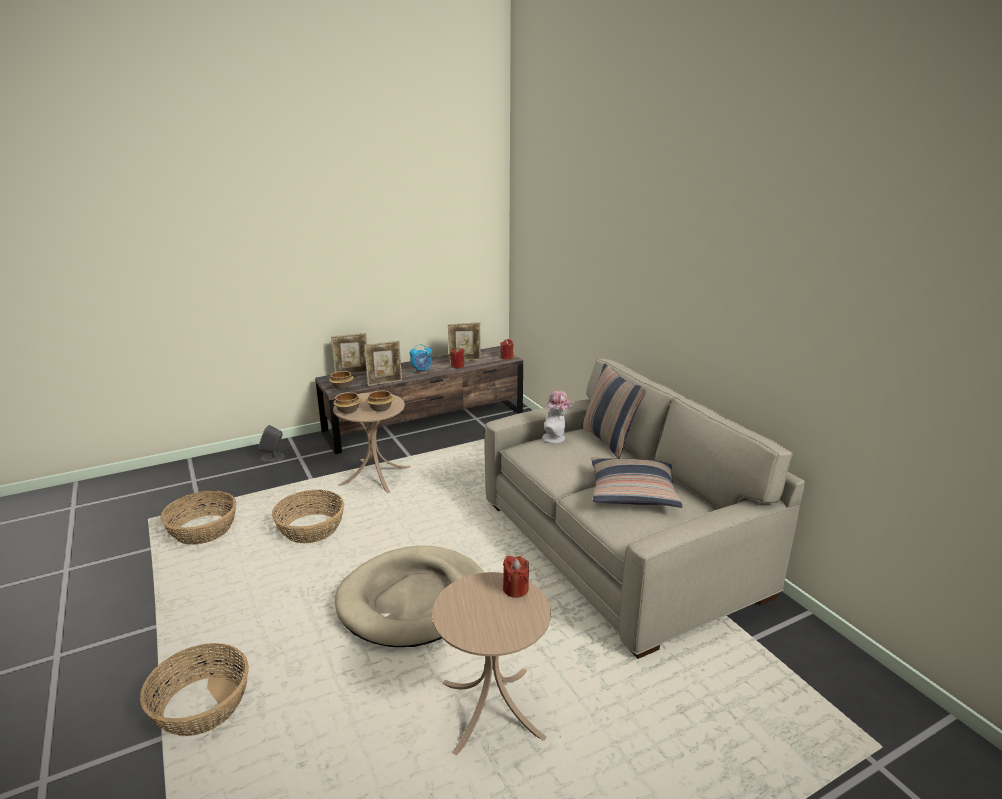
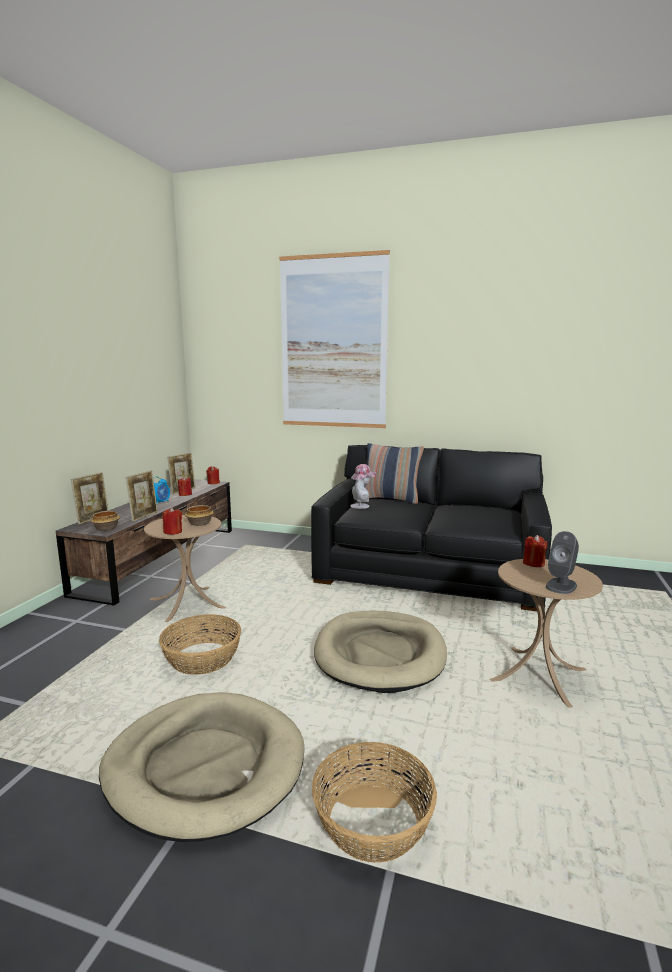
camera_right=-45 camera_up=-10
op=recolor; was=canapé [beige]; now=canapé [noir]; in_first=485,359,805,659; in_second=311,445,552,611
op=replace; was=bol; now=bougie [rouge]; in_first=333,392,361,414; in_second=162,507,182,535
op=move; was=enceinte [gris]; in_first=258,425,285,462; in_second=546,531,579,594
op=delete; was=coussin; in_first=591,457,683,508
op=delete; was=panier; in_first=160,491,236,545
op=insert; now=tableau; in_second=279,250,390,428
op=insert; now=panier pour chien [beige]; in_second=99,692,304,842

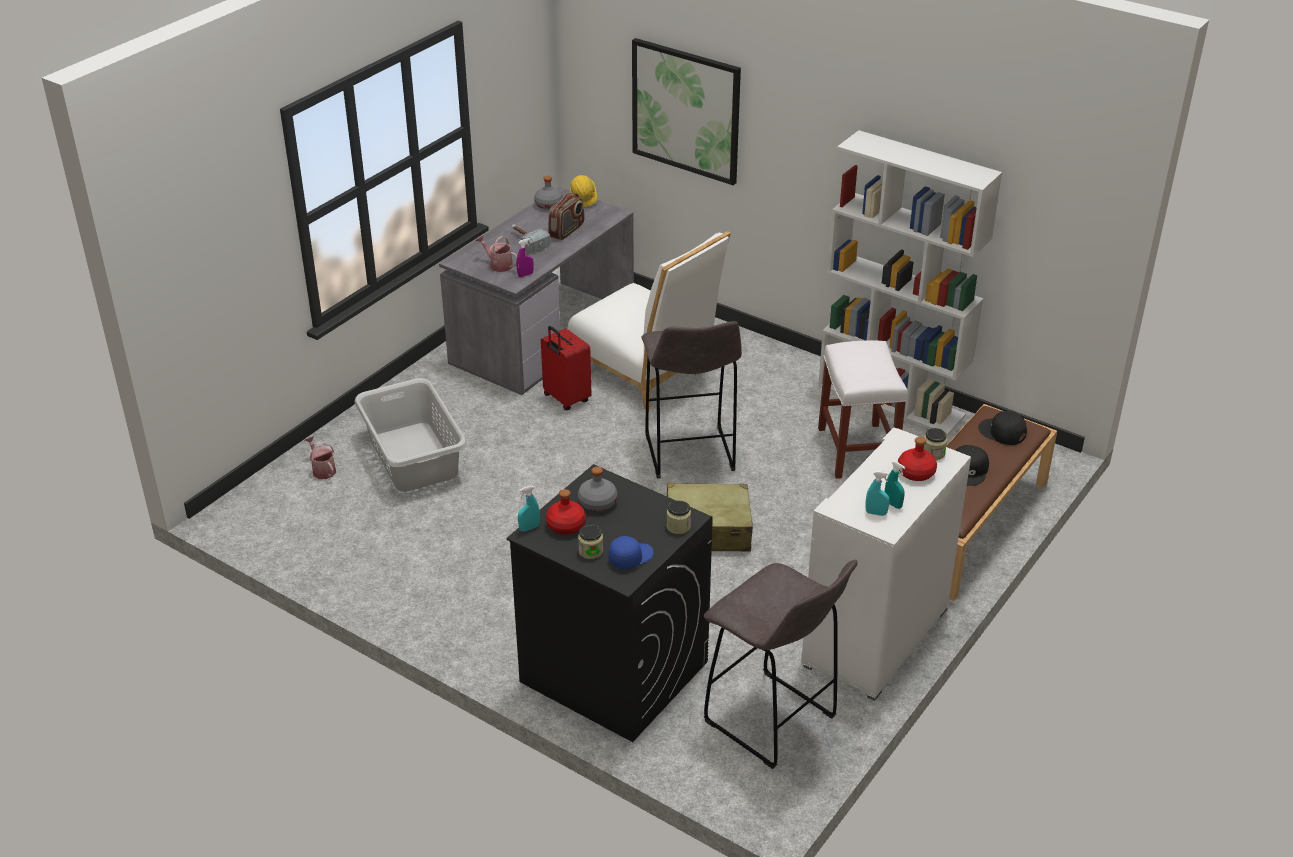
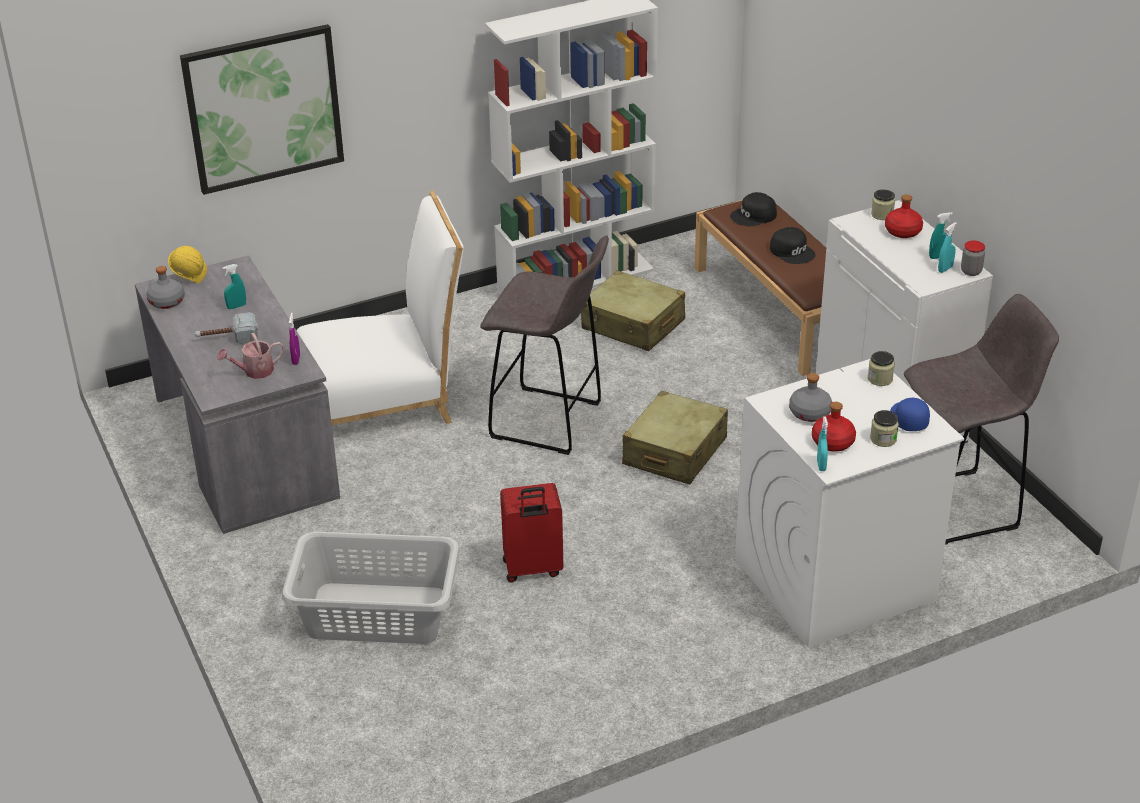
camera_right=-60 camera_up=0
op=replace; was=radio; now=vaporisateur [turquoise]; in_first=548,193,585,240; in_second=223,264,246,309
op=move; was=valise [rouge]; in_first=541,326,591,410; in_second=500,483,563,582
op=replace; was=tabouret [blanc]; now=valise [beige]; in_first=818,340,908,479; in_second=581,270,685,351
op=delete; was=arrosoir; in_first=305,436,336,479
op=recolor; was=lave-linge [noir]; now=lave-linge [blanc]; in_first=507,464,713,742; in_second=735,359,964,648
op=insert; now=bocal; in_second=961,240,985,276

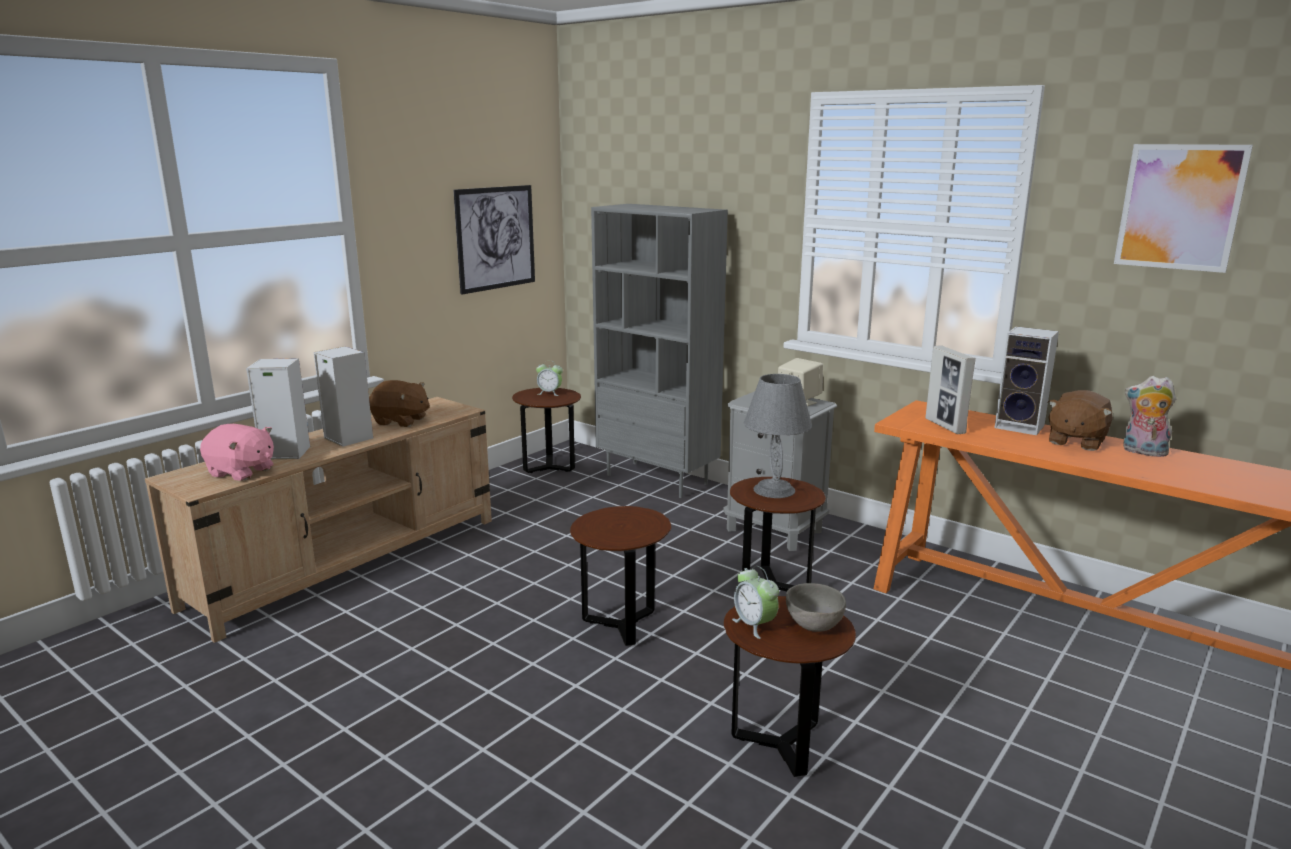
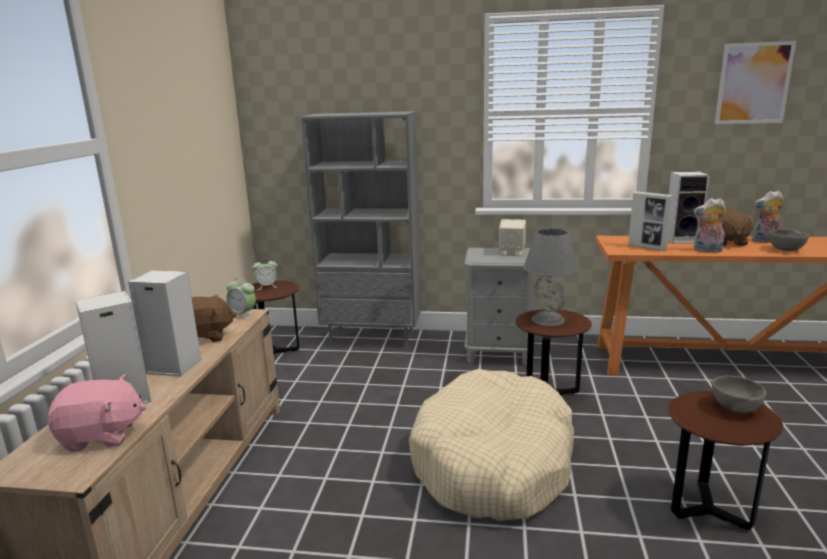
camera_right=-30 camera_up=0
op=delete; was=tableau; in_first=454,185,535,294
op=replace; was=table d'appoint [marron]; now=panier pour chien [beige]; in_first=570,506,671,646; in_second=409,369,574,521
op=move; was=réveil; in_first=732,566,779,639; in_second=226,277,256,319
op=insert; now=peluche; in_second=693,198,726,252
op=insert; now=bol [gris]; in_second=769,230,809,251

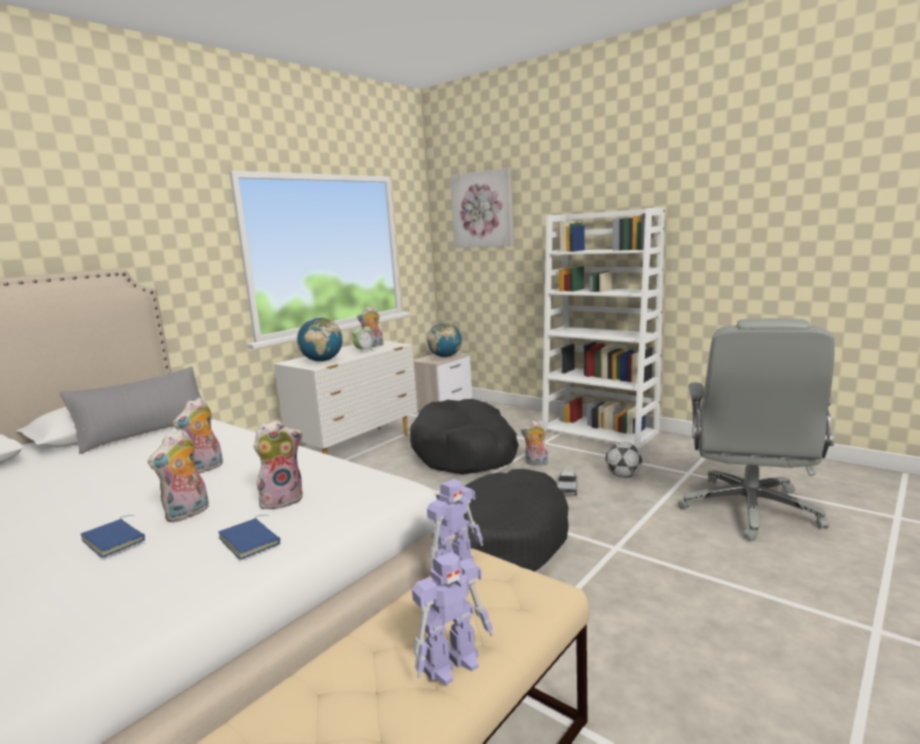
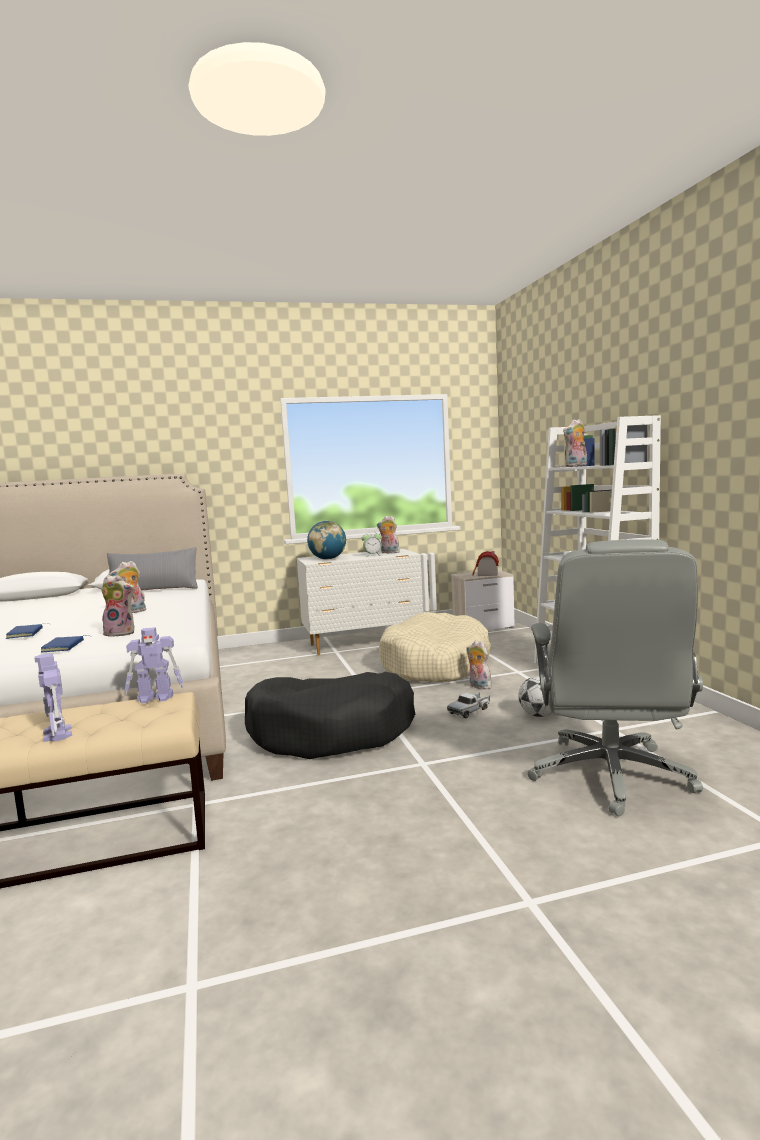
camera_right=35 camera_up=-5
op=delete; was=tableau; in_first=450,168,514,248
op=rotate; was=chaise de bureau [gris]; in_first=678,318,835,541; in_second=527,539,703,816; clockwise=-45
op=replace; was=globe; now=maison miniature; in_first=427,323,462,357; in_second=472,551,499,576
op=recolor; was=panier pour chien [noir]; now=panier pour chien [beige]; in_first=410,399,519,474; in_second=379,612,491,682
op=move; was=peluche; in_first=148,429,209,523; in_second=563,419,587,467
op=rotate; was=robot jouet; in_first=412,552,493,685; in_second=34,653,72,742; clockwise=60

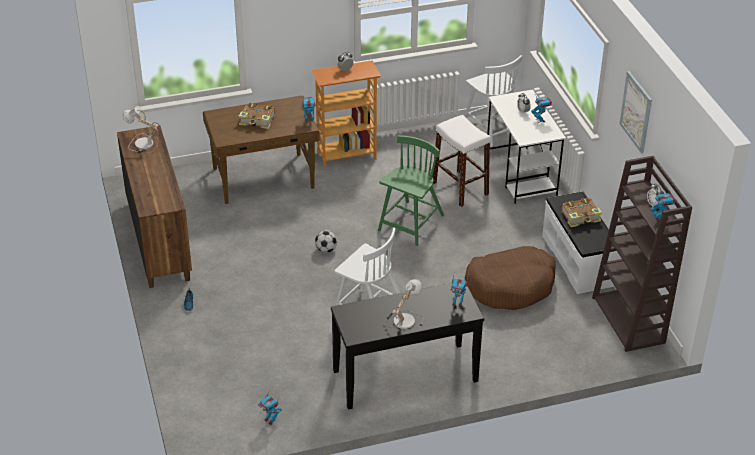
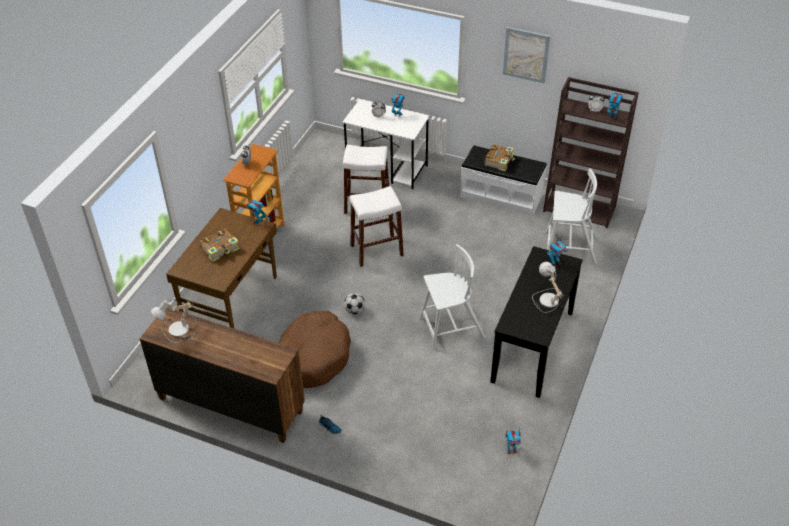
camera_right=-50 camera_up=5
op=move; was=chaise [blanc]; in_first=465,55,522,147; in_second=546,169,597,264
op=replace; was=chaise [vert]; now=tabouret [blanc]; in_first=378,135,444,246; in_second=350,186,404,267
op=move; was=panier pour chien [marron]; in_first=465,246,556,310; in_second=279,311,351,388

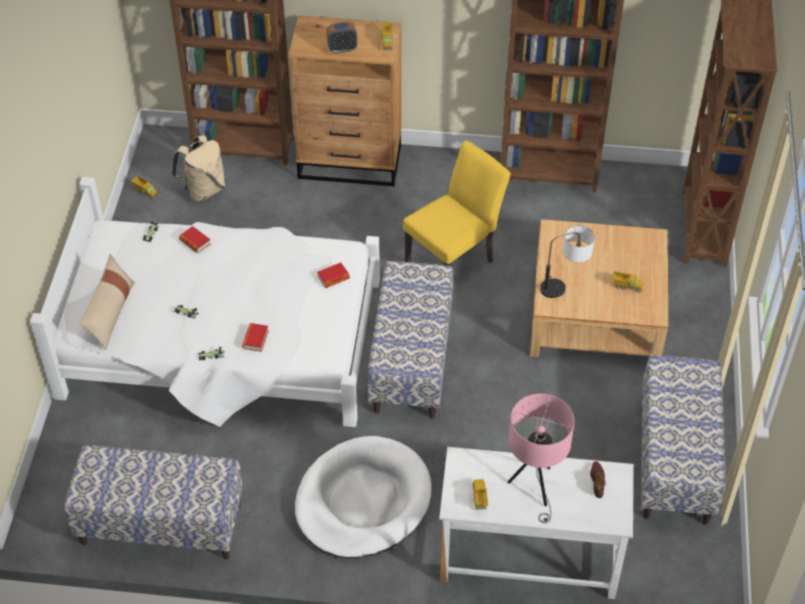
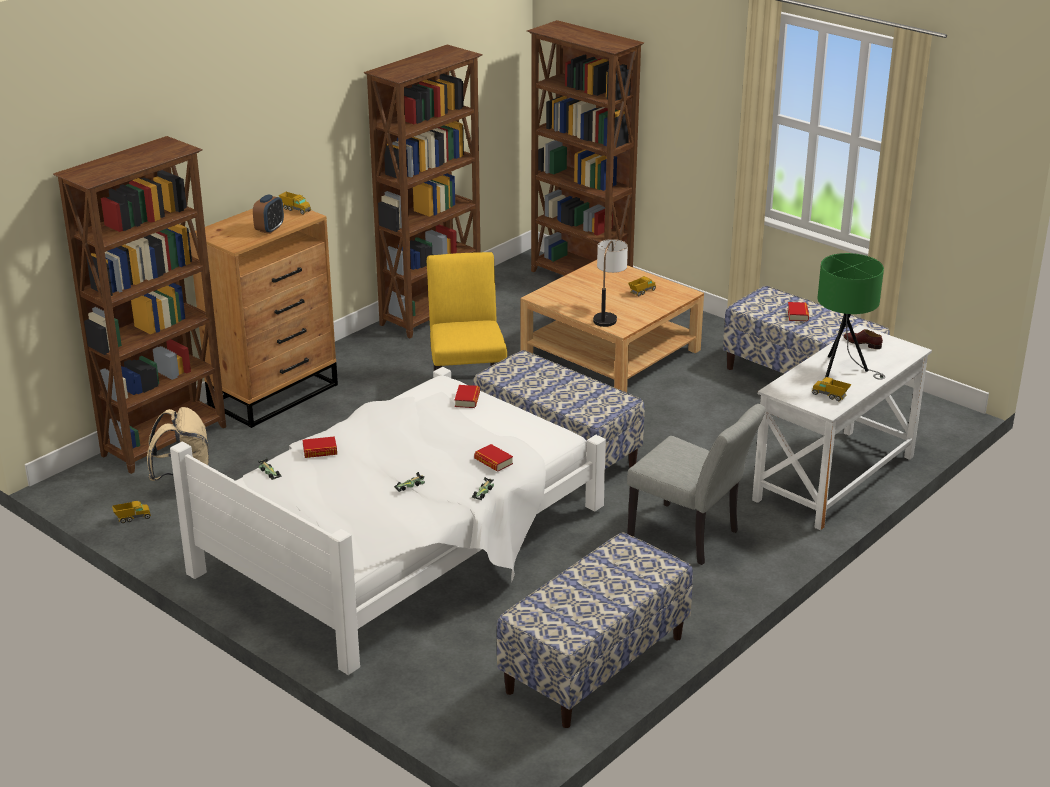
camera_right=-55 camera_up=-20
op=delete; was=coussin [beige]; in_first=79,254,135,350
op=recolor; was=lampe de table [rose]; now=lampe de table [vert]; in_first=508,394,575,523; in_second=817,253,885,380
op=replace; was=panier pour chien [blanc]; now=chaise [gris]; in_first=295,436,432,558; in_second=627,404,766,565
op=insert; now=livre; in_second=788,302,809,321

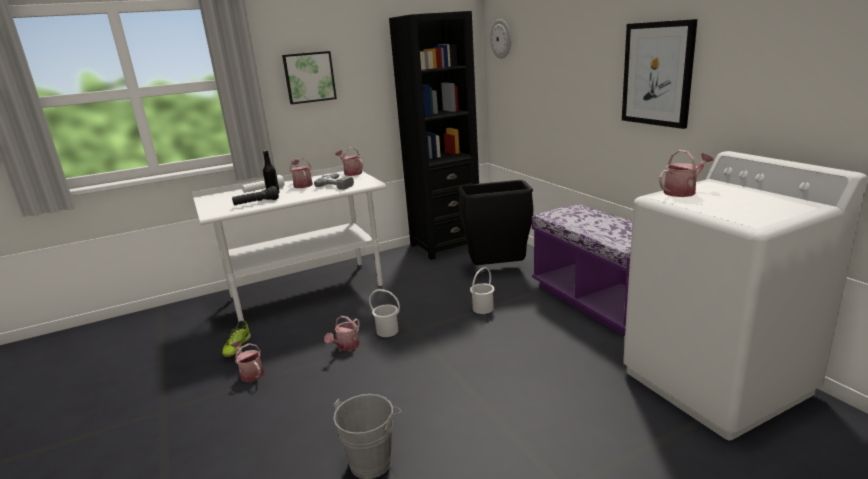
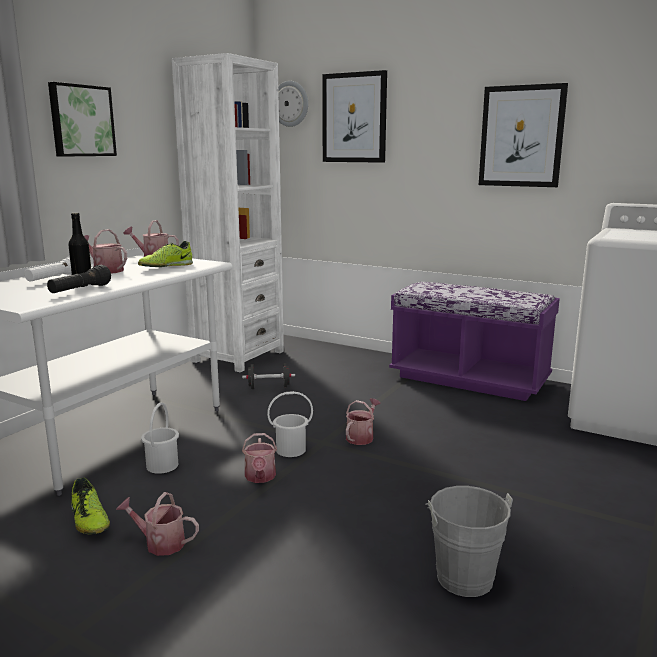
camera_right=-35 camera_up=-5
op=recolor; was=bibliothèque [noir]; now=bibliothèque [blanc]; in_first=389,11,479,260; in_second=172,53,284,372
op=move; was=arrosoir; in_first=659,150,713,197; in_second=346,398,381,445
op=replace; was=perceuse; now=chaussure; in_first=314,174,354,190; in_second=138,241,193,267
op=delete; was=poubelle [noir]; in_first=458,180,534,265
op=move; was=seau [blanc]; in_first=470,267,495,314; in_second=141,402,179,474
op=insert; now=tableau; in_second=322,70,387,163
op=insert; now=haltère [noir]; in_second=242,363,295,389

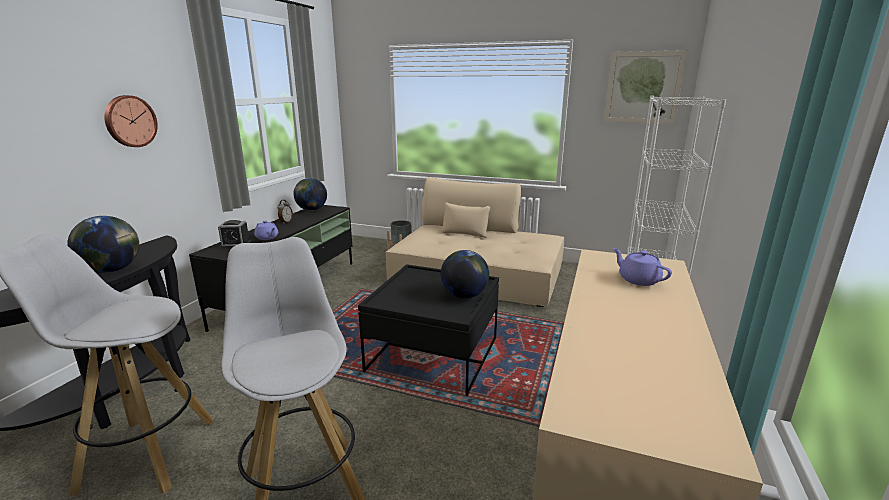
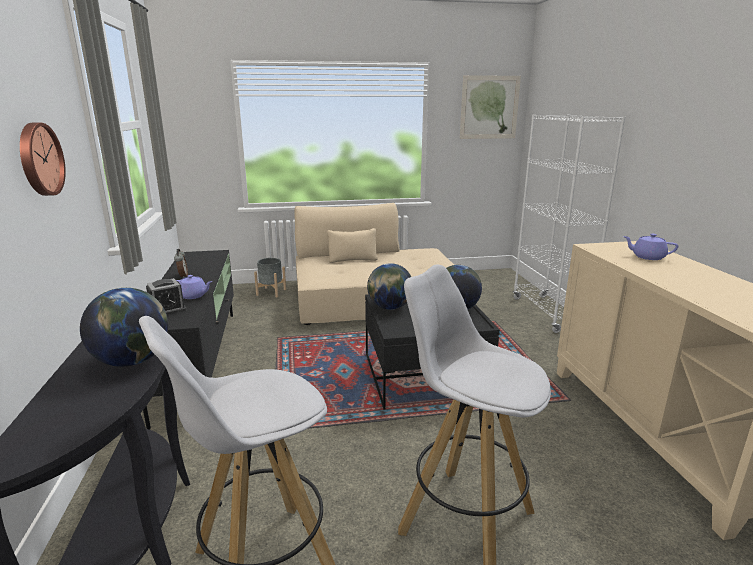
camera_right=-30 camera_up=0
op=move; was=globe; in_first=293,178,327,211; in_second=367,263,411,310

